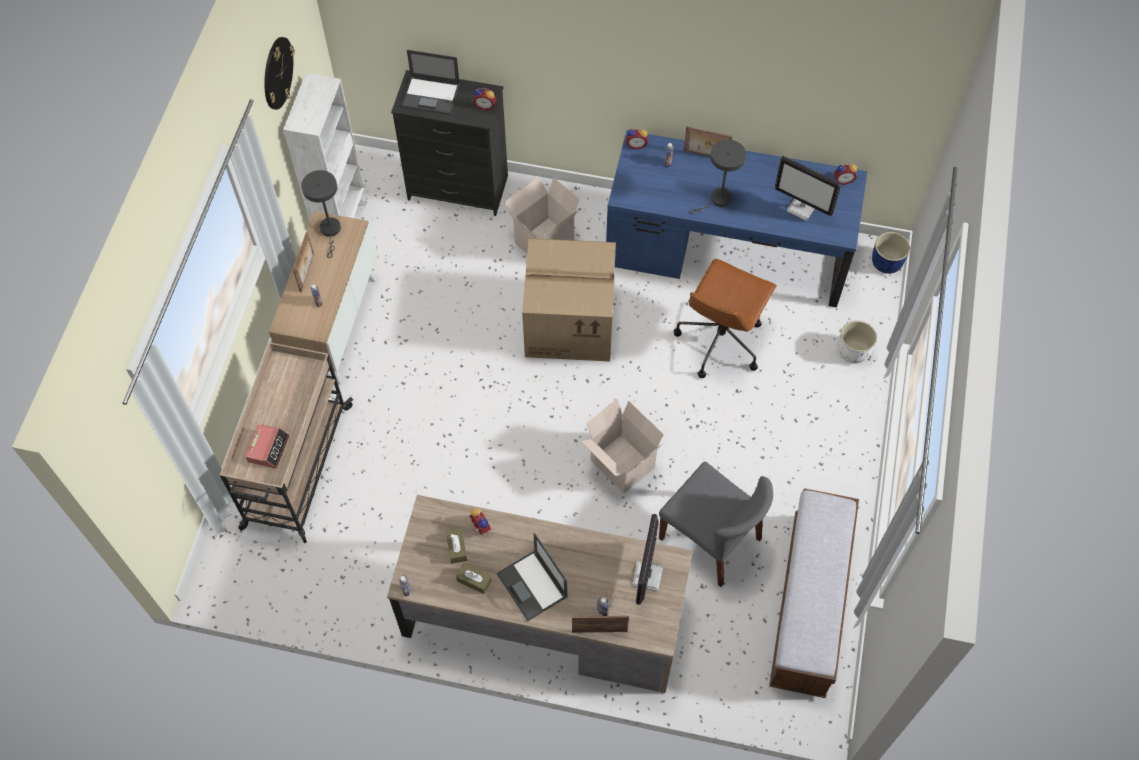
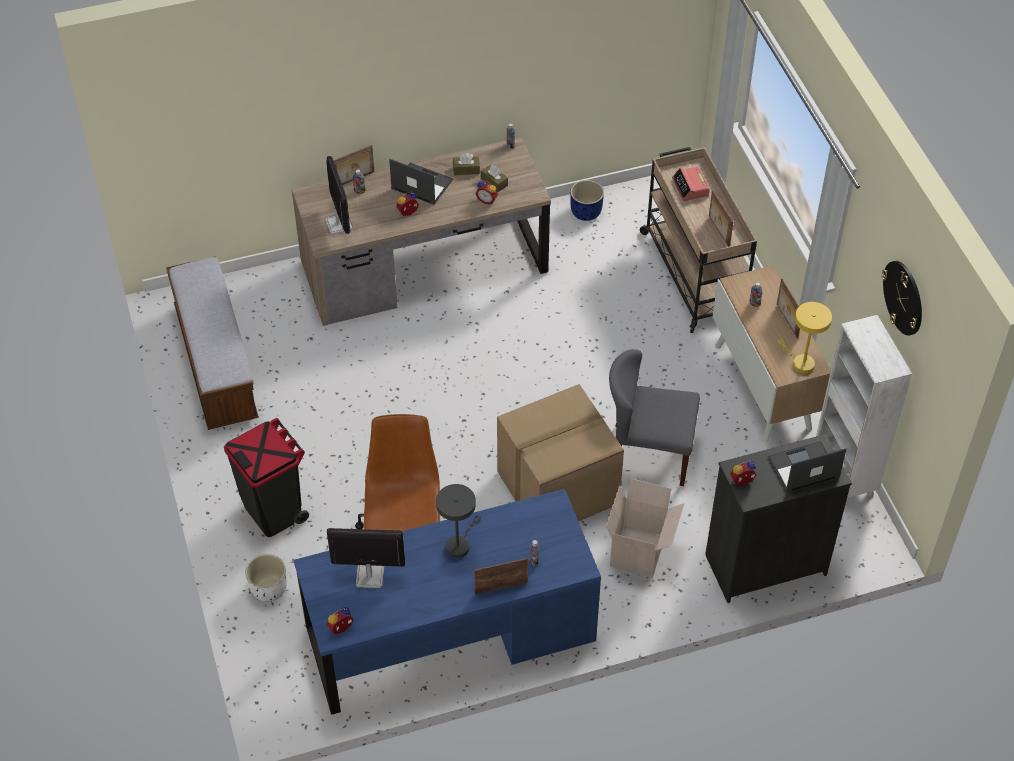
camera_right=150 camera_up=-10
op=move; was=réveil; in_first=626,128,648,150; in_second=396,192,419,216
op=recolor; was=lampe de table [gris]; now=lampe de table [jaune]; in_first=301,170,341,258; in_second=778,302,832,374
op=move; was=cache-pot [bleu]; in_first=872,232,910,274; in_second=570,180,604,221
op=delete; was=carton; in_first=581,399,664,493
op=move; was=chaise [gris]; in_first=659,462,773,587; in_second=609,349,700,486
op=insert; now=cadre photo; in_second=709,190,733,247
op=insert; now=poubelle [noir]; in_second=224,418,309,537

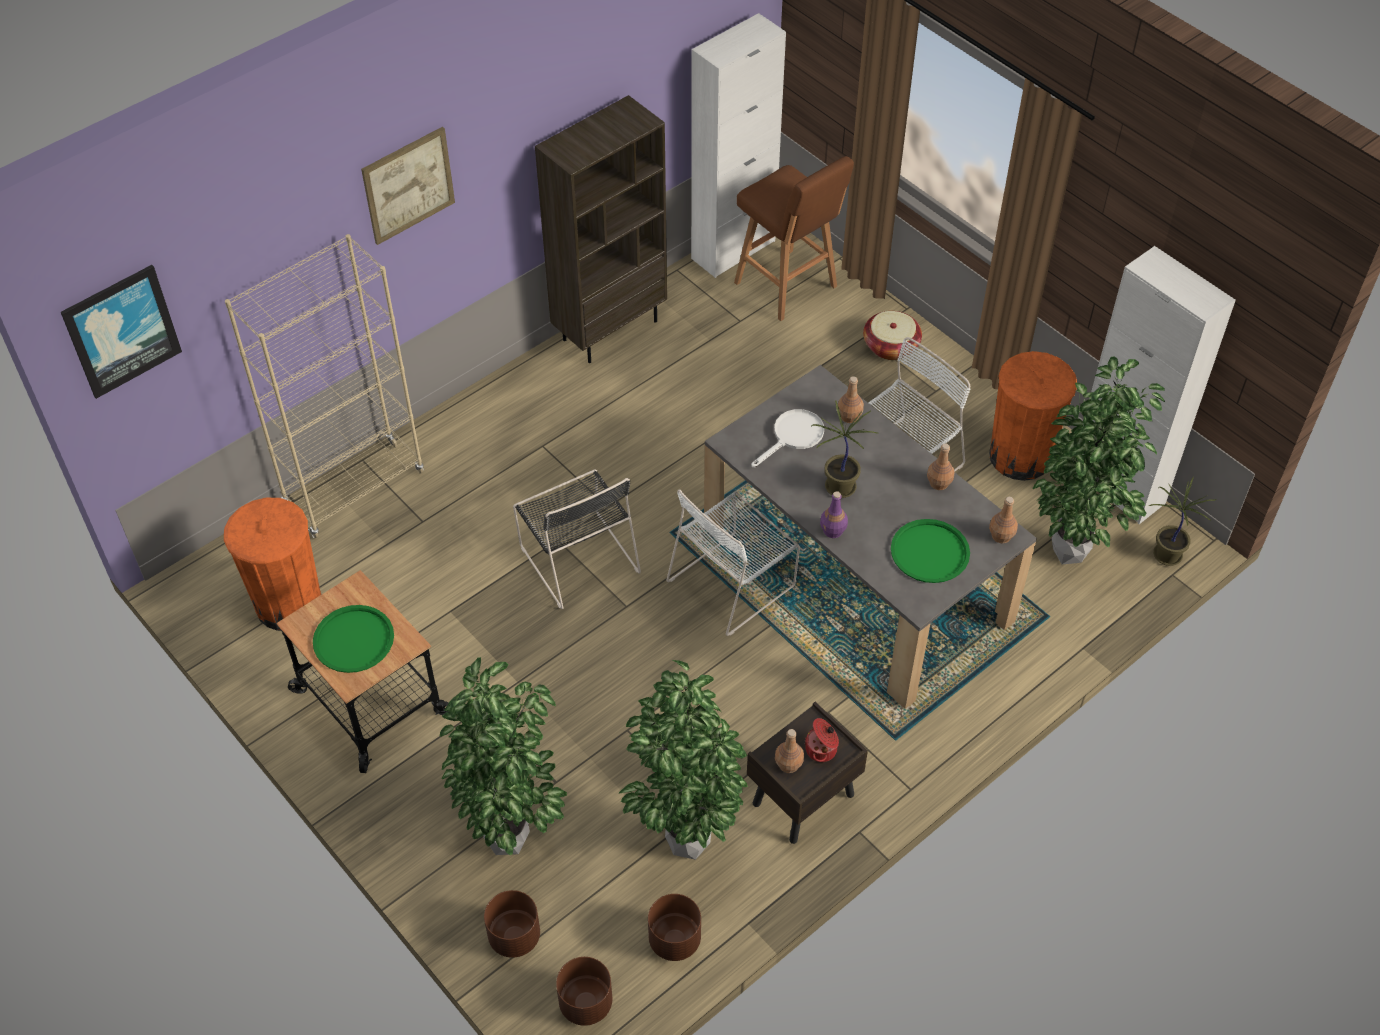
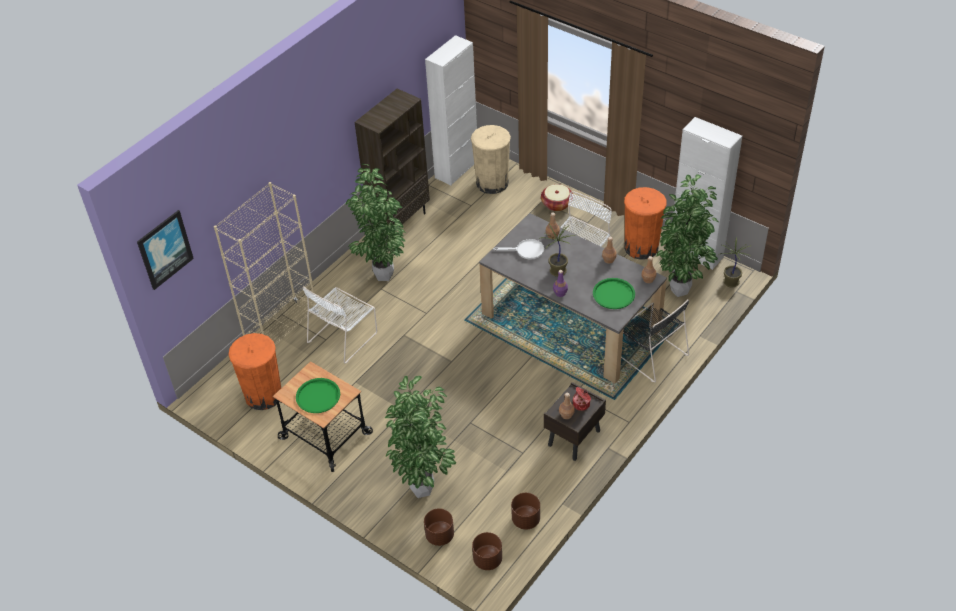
camera_right=-10 camera_up=-5
op=delete; was=tableau; in_first=361,127,455,245
op=replace; was=tabouret [marron]; now=poubelle [beige]; in_first=734,156,854,321; in_second=471,125,511,194
op=rotate; was=poêle [blanc]; in_first=751,409,824,467; in_second=493,239,544,260; clockwise=60
op=move; was=chaise [noir]; in_first=513,469,641,609; in_second=621,299,689,382
op=move; was=chaise [blanc]; in_first=666,490,800,636; in_second=303,287,377,364
op=move; was=plante en pot; in_first=618,660,748,860; in_second=346,164,406,281

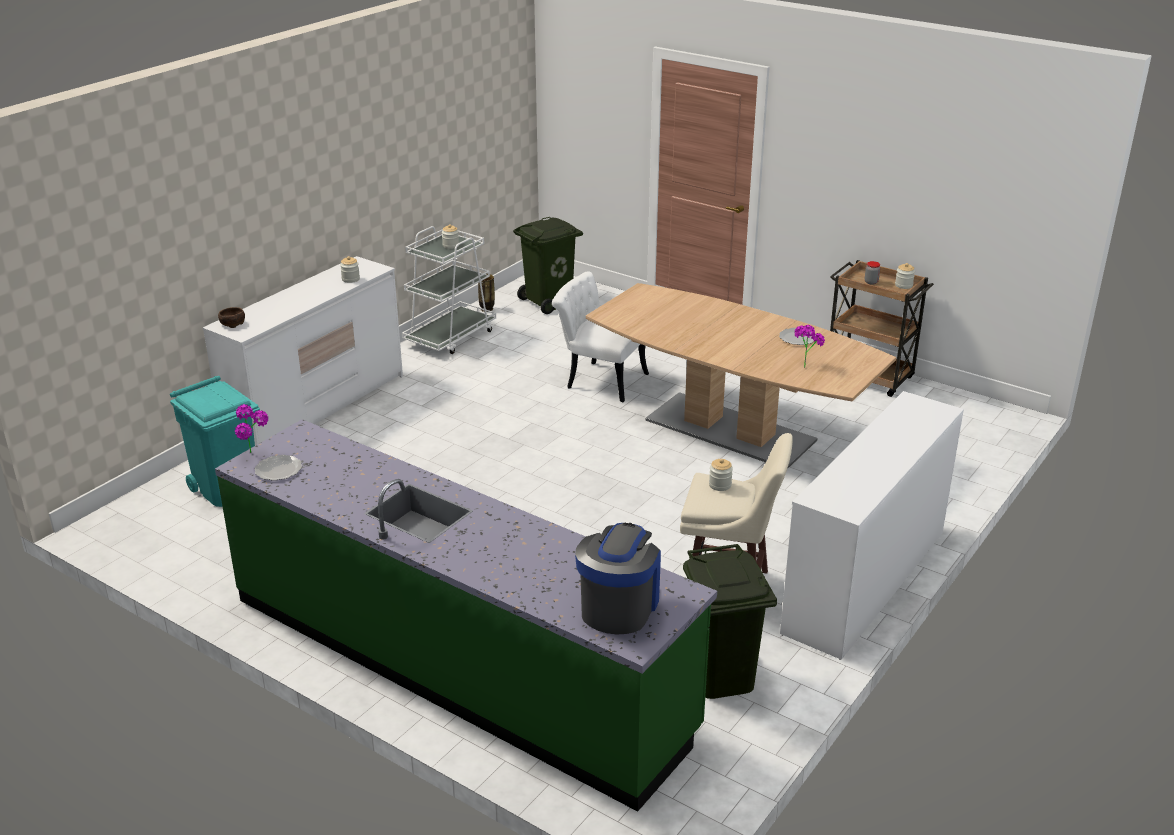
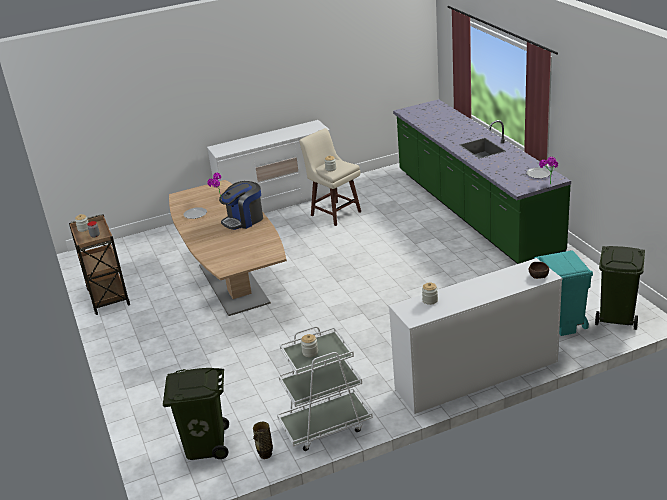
camera_right=-145 camera_up=0
op=delete; was=chaise [blanc]; in_first=552,271,649,402
op=move; was=machine à café; in_first=575,523,661,635; in_second=219,181,263,230
op=move; was=poubelle [vert]; in_first=683,544,777,699; in_second=595,246,645,330

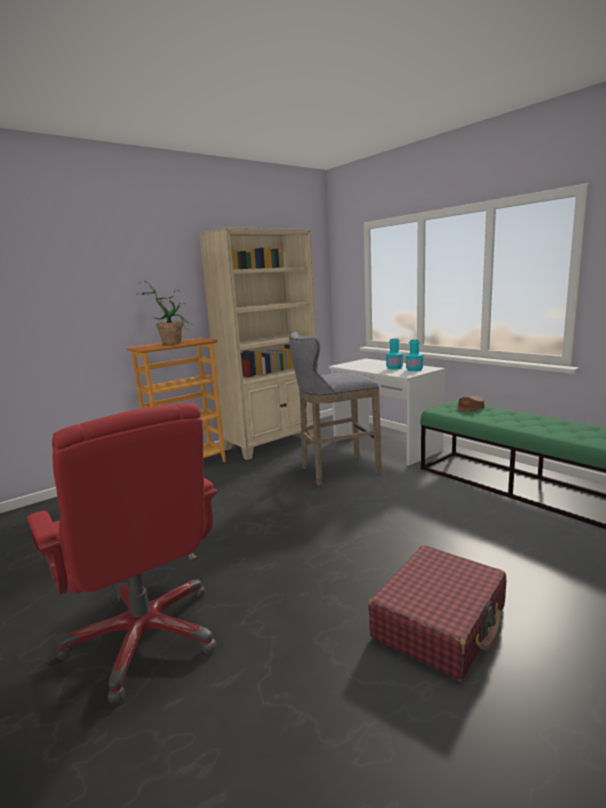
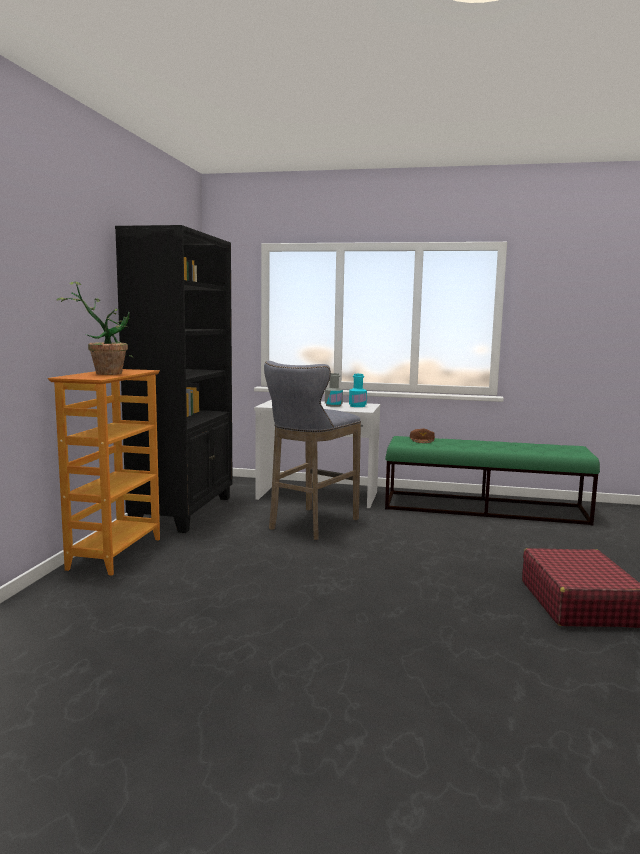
camera_right=-40 camera_up=-5
op=recolor; was=bibliothèque [beige]; now=bibliothèque [noir]; in_first=199,227,316,460; in_second=115,225,233,533
op=recolor; was=bouteille [turquoise]; now=bouteille [gris]; in_first=386,339,403,370; in_second=325,373,343,407
op=delete; was=chaise de bureau [rouge]; in_first=27,403,217,703

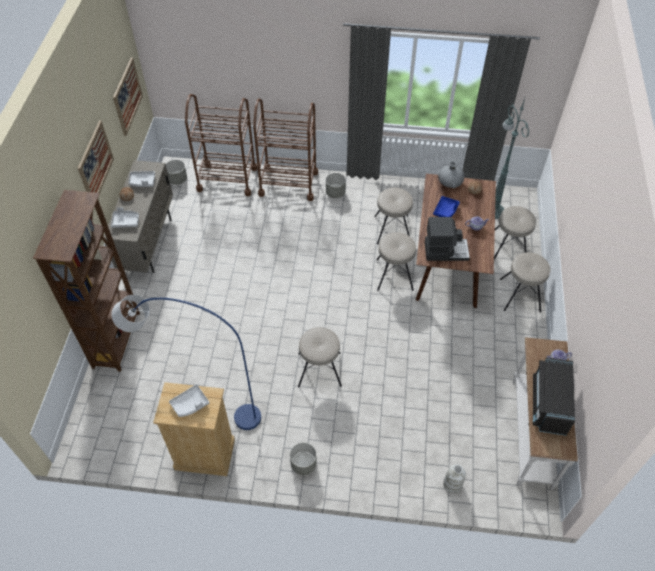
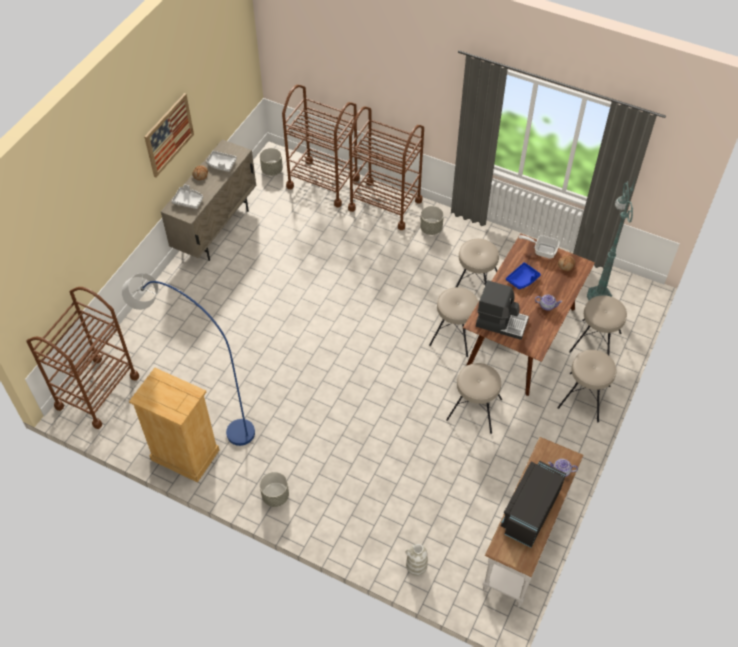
camera_right=20 camera_up=0
op=delete; was=tableau; in_first=113,57,143,136
op=replace; was=vase [gris]; now=poêle; in_first=438,160,464,188; in_second=519,235,560,259
op=delete; was=bibliothèque [marron]; in_first=33,190,140,372
op=move; was=tabouret [beige]; in_first=298,327,342,388; in_second=446,363,502,434
op=delete; was=plateau [gris]; in_first=169,384,209,417
op=insert; now=chariot [marron]; in_second=27,287,139,429

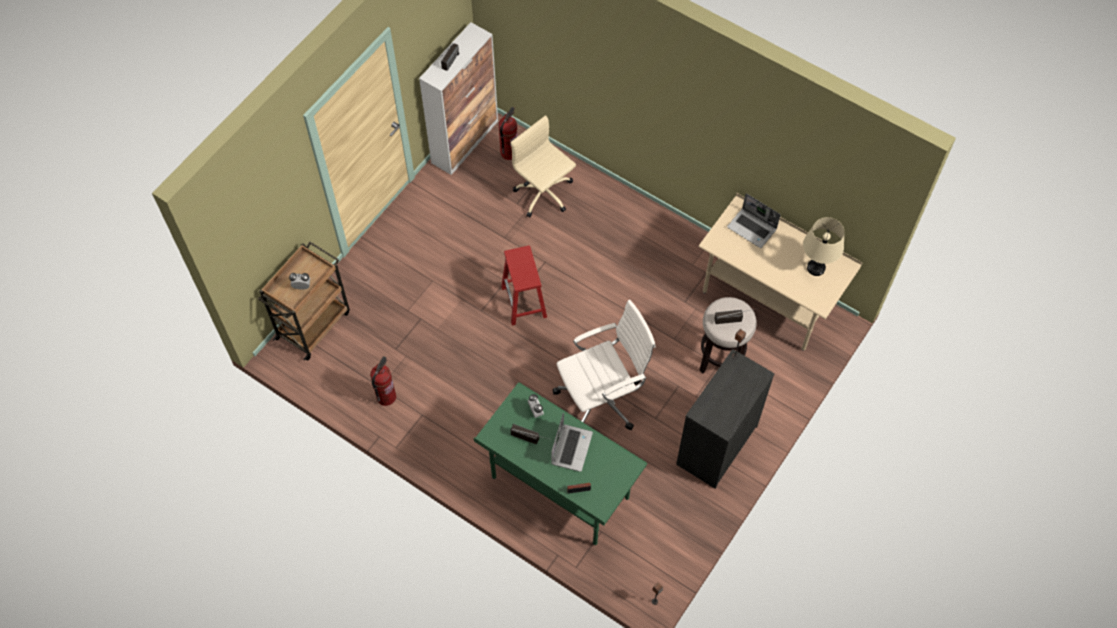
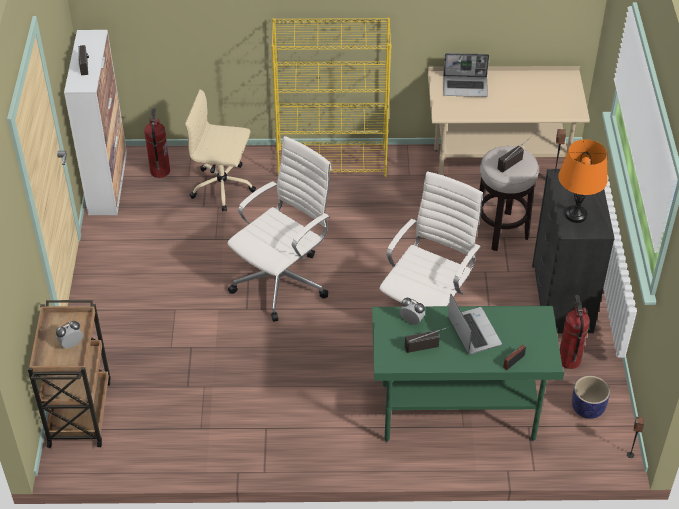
camera_right=-35 camera_up=-15
op=delete; was=lampe de table [beige]; in_first=803,217,844,276
op=replace; was=tabouret [rouge]; now=chaise de bureau [blanc]; in_first=501,245,547,325; in_second=227,136,331,322
op=move; was=extincteur; in_first=370,356,396,406; in_second=560,295,590,369
op=insert; now=bibliothèque [jaune]; in_second=271,18,391,177
op=insert; now=lampe de table [orange]; in_second=558,139,608,223
op=insert; now=cache-pot; in_second=572,376,610,419

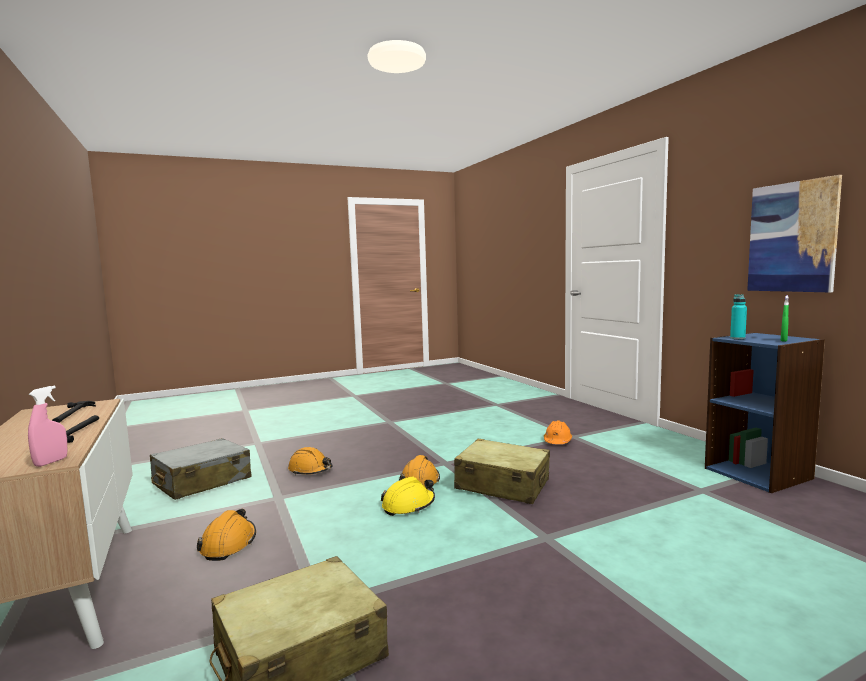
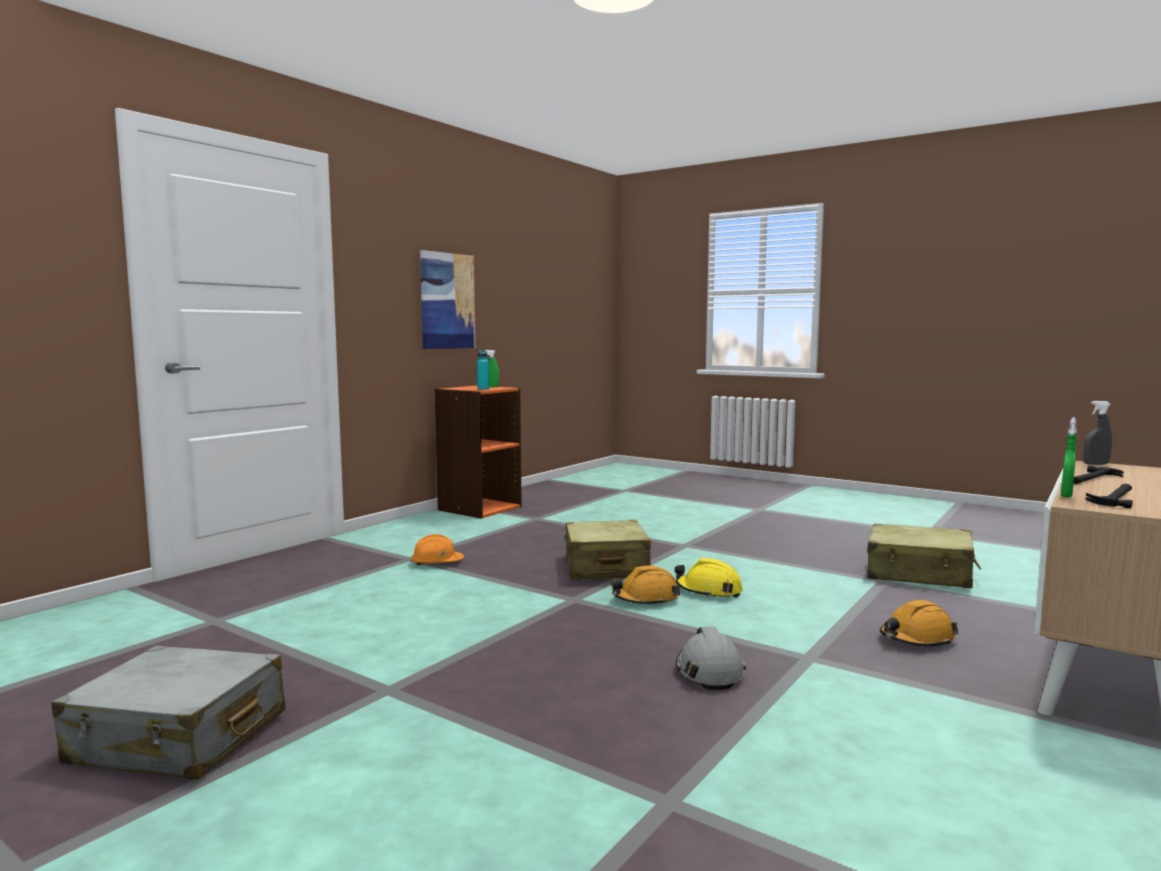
camera_right=-120 camera_up=0
op=recolor; was=bibliothèque [bleu]; now=bibliothèque [orange]; in_first=705,332,825,493; in_second=434,385,522,519
op=recolor; was=vaporisateur [rose]; now=vaporisateur [gris]; in_first=28,386,68,467; in_second=1083,401,1112,465
op=move; was=valise [gris]; in_first=150,438,252,500; in_second=51,646,286,780
op=recolor; was=casque de chantier [orange]; now=casque de chantier [gris]; in_first=288,447,333,475; in_second=676,626,746,690
op=insert; now=vaporisateur [vert]; in_second=1061,417,1077,497

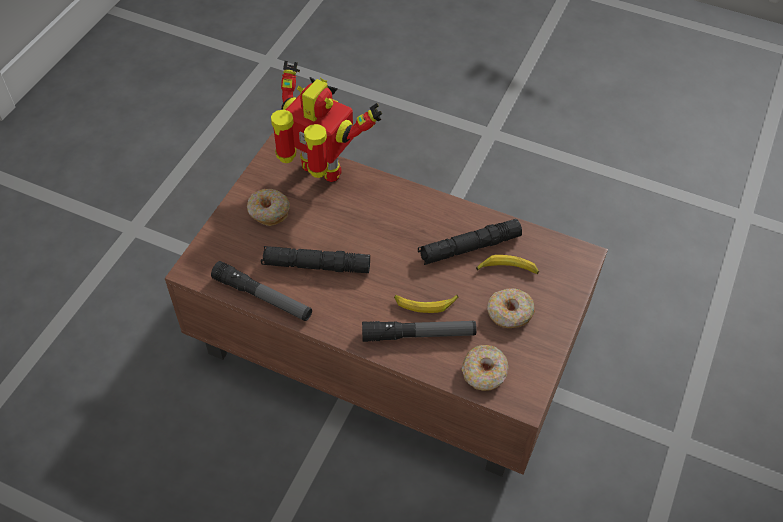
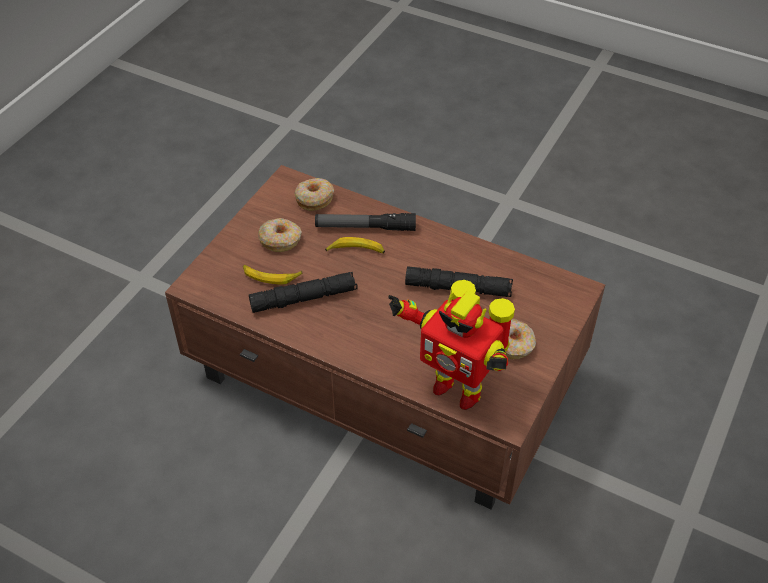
camera_right=-175 camera_up=-5
op=delete; was=lampe de poche; in_first=211,261,312,321

